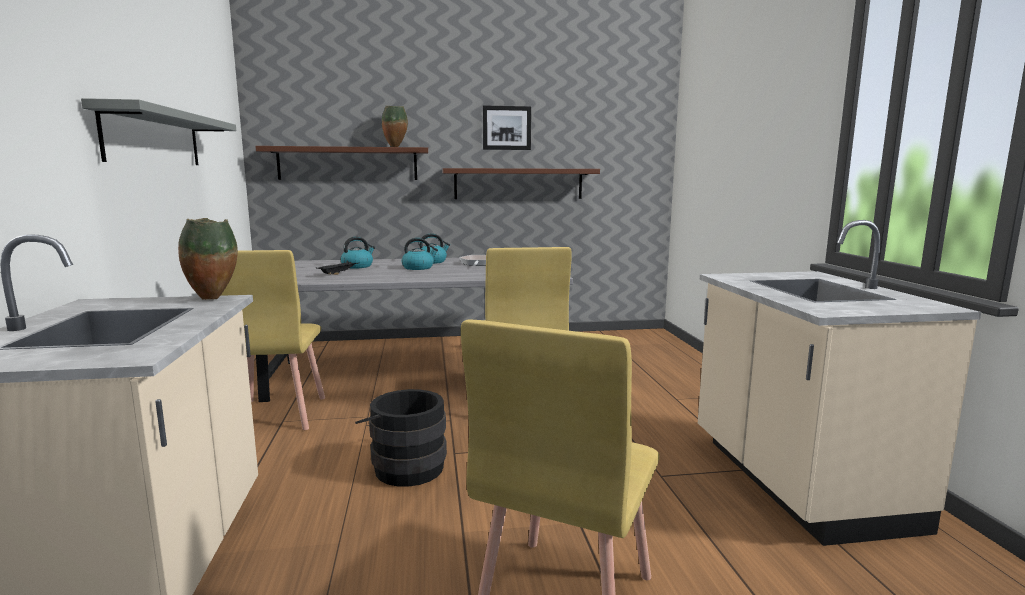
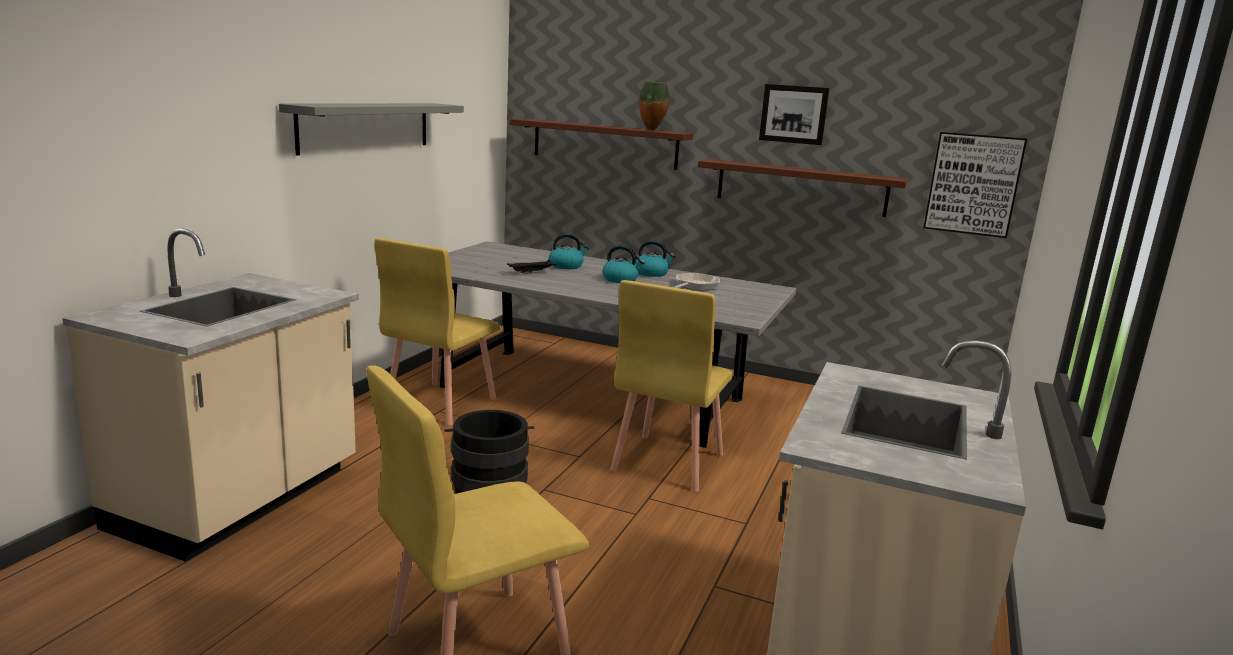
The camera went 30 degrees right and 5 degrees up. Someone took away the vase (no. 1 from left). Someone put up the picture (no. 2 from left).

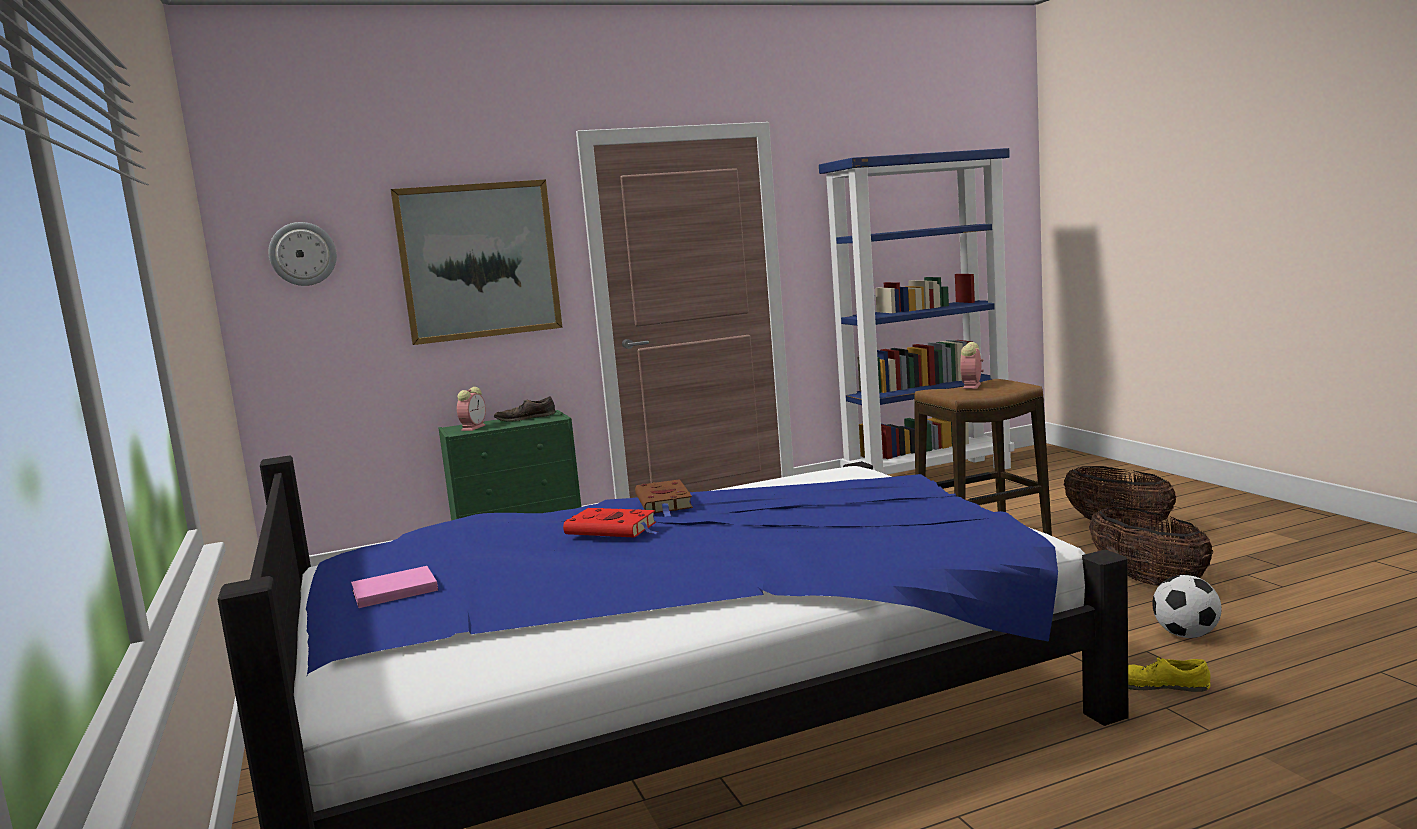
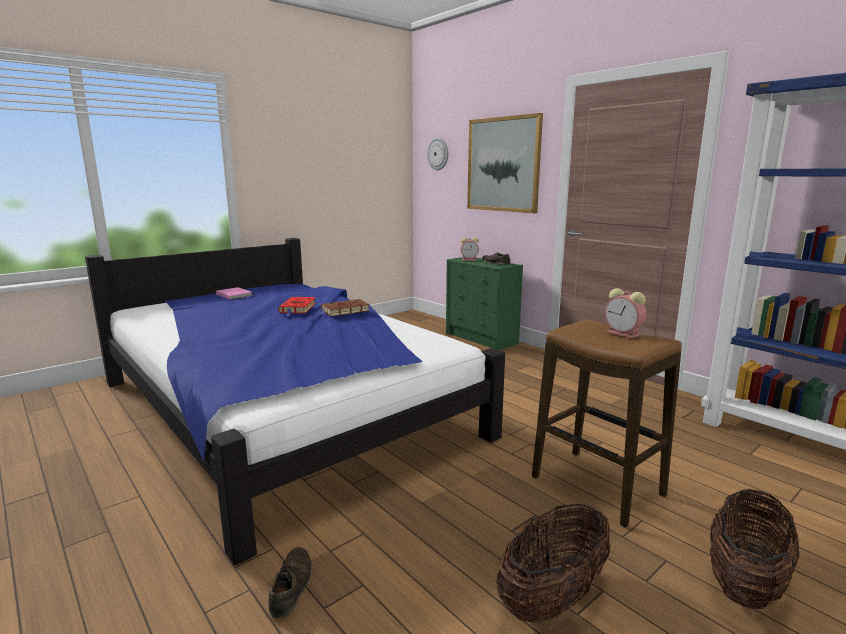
The camera went 70 degrees right and 5 degrees up. Someone rotated the alarm_clock (no. 2 from left) by 135 degrees counterclockwise. Someone took away the football. Someone repainted the yellow_shoe, which became the brown_shoe (no. 1 from left).

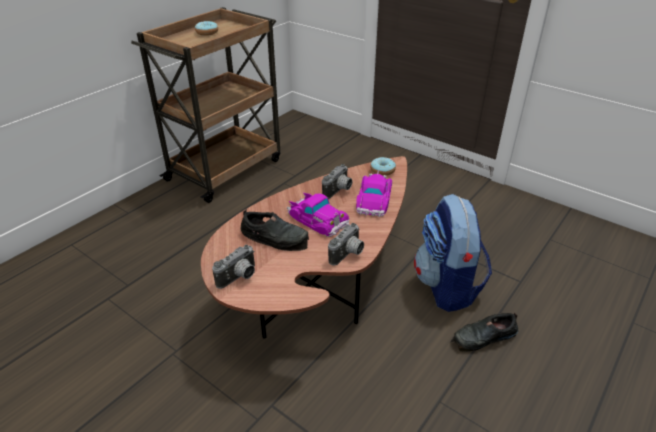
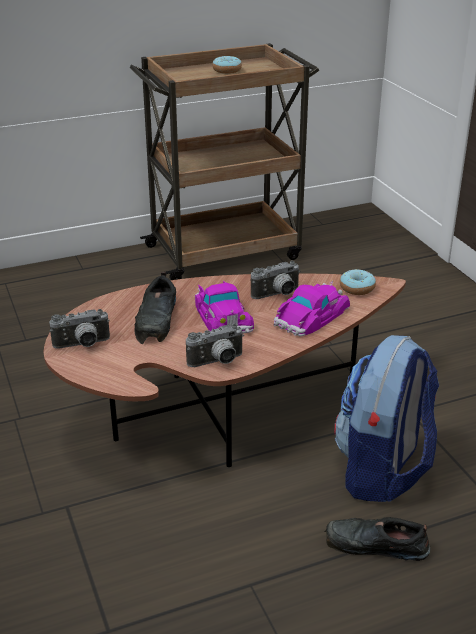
The camera went 30 degrees right and 5 degrees down. Someone rotated the black_shoe (no. 1 from left) by 45 degrees clockwise.

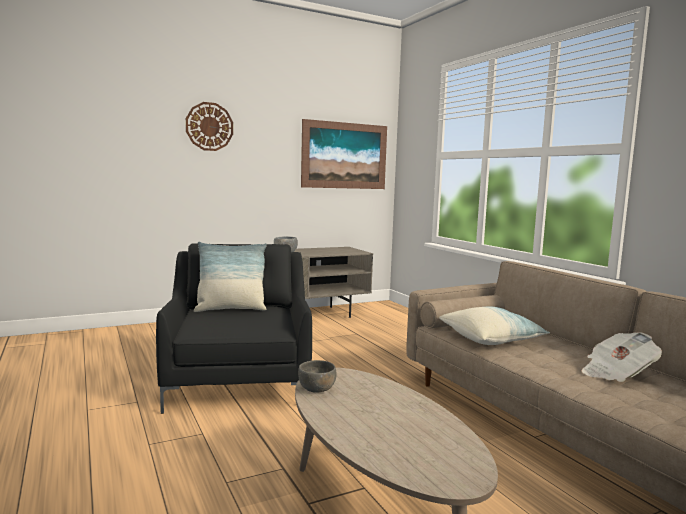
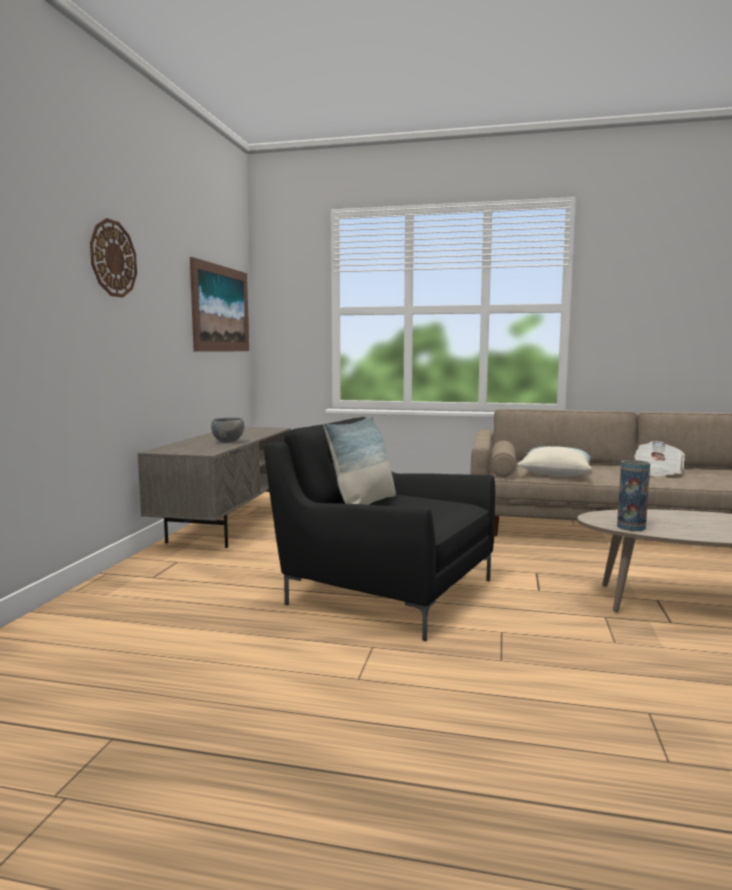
The camera went 50 degrees left and 0 degrees up. Someone swapped the grey_bowl (no. 2 from left) for the vase.

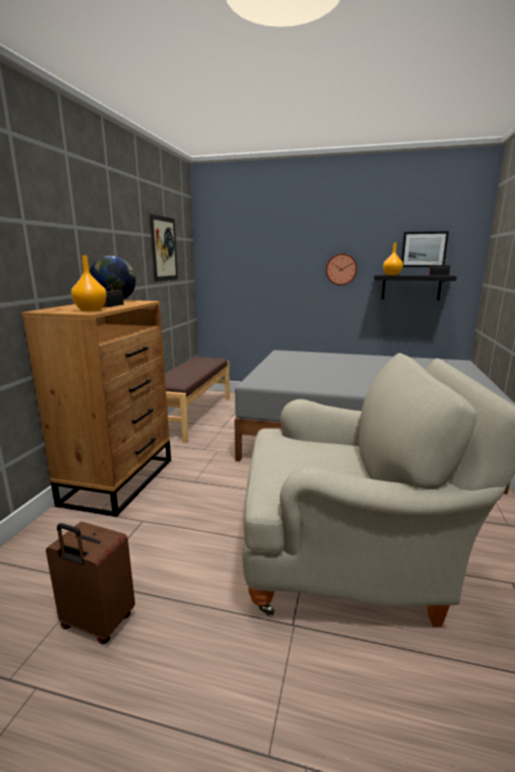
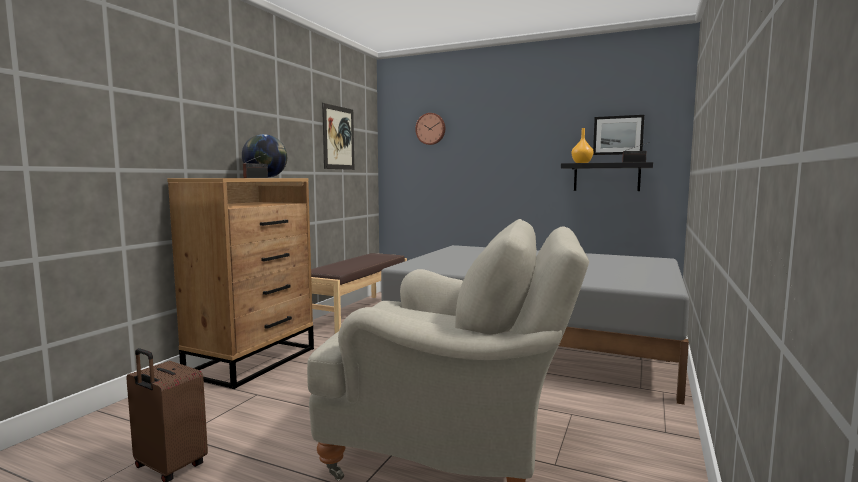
The camera went 10 degrees right and 10 degrees down. Someone carried the wall_clock. Someone took away the orange_vase (no. 1 from left).

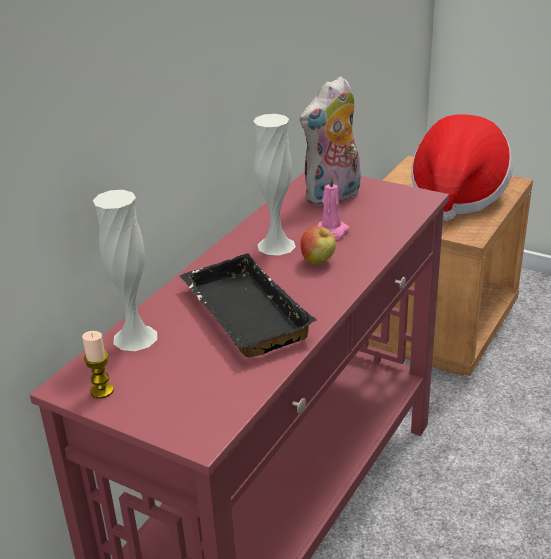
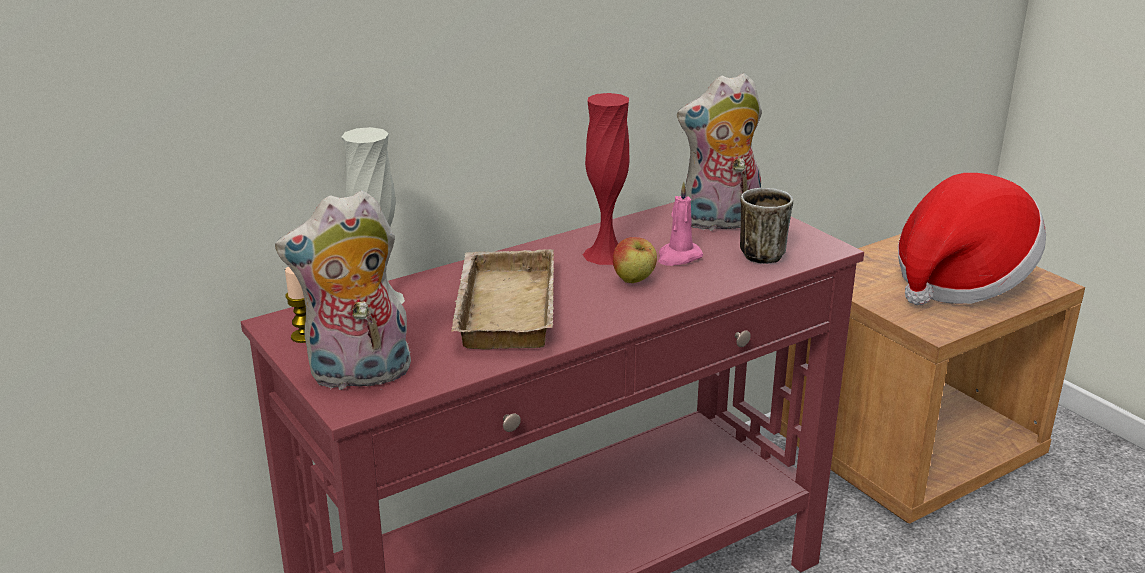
The camera went 25 degrees right and 5 degrees down. Someone repainted the white_vase (no. 2 from left), which became the red_vase. Someone repainted the black_tray, which became the beige_tray. Someone put down the mug. Someone put down the plush_toy (no. 1 from left).

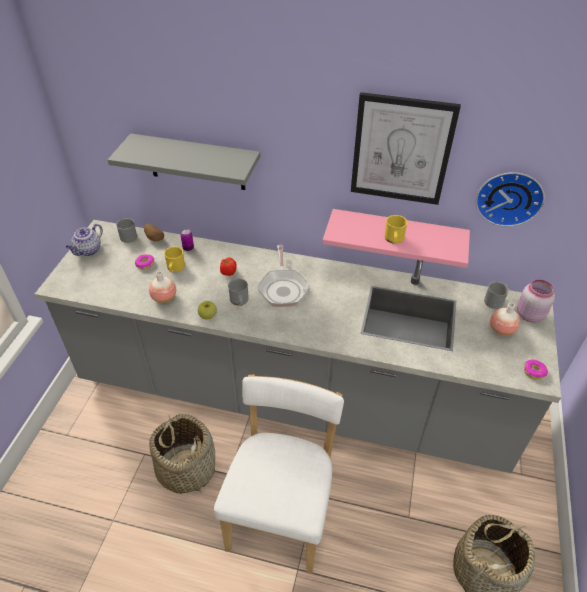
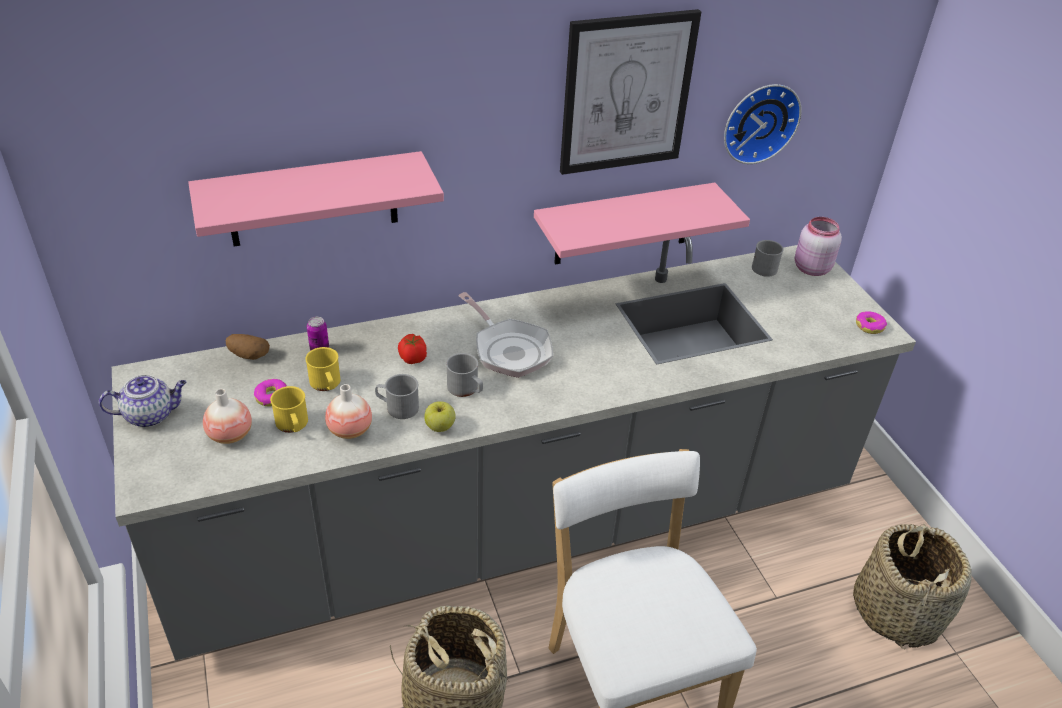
The camera went 35 degrees left and 5 degrees down. Someone repainted the grey_shelf, which became the pink_shelf (no. 1 from left). Someone carried the yellow_mug (no. 2 from left in the first image). Someone carried the grey_mug (no. 1 from left). Someone rotated the teapot by 105 degrees counterclockwise. Someone carried the vase (no. 2 from left in the first image).

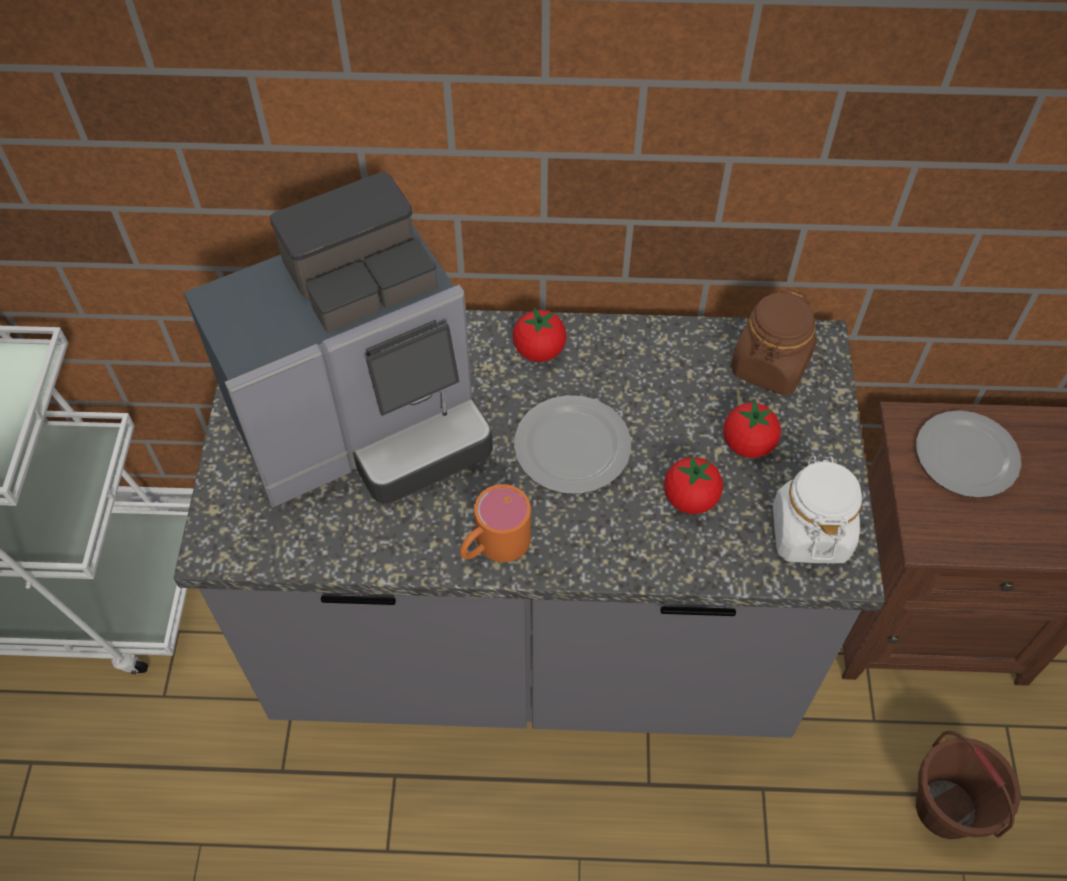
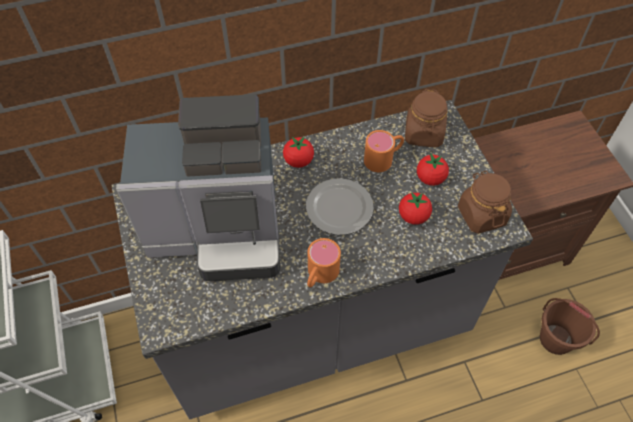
The camera went 20 degrees left and 0 degrees up. Someone rotated the coffee_machine by 45 degrees clockwise. Someone took away the plate (no. 2 from left). Someone repainted the white_jar, which became the brown_jar (no. 2 from left). Someone put down the orange_mug (no. 2 from left).

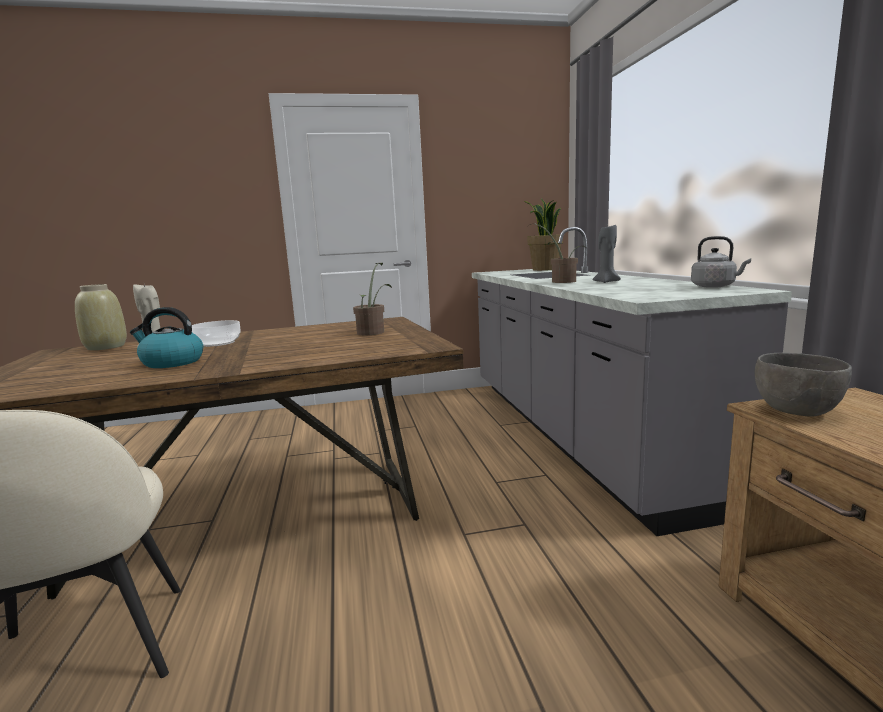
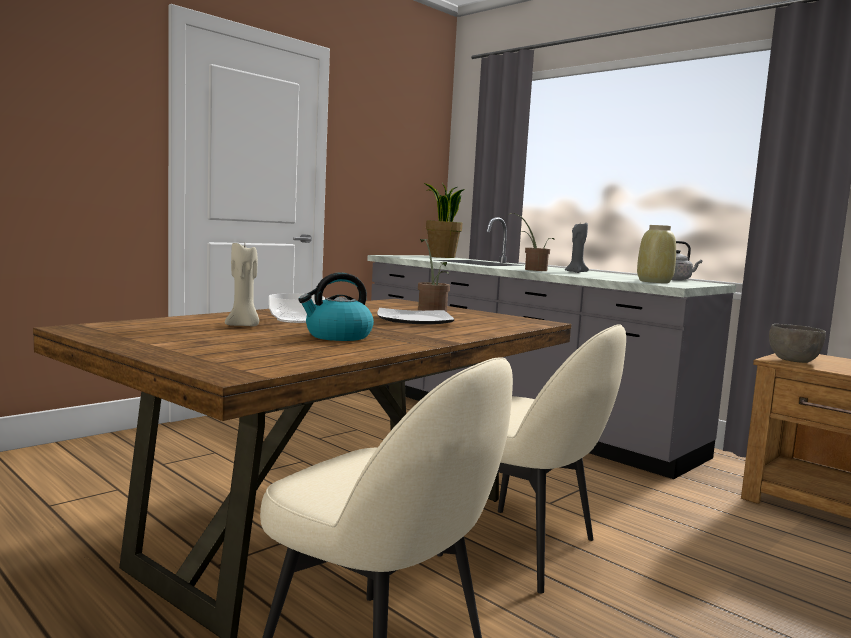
The camera went 35 degrees left and 5 degrees down. Someone carried the beige_vase. Someone put down the plate. Someone put down the beige_chair (no. 2 from left).

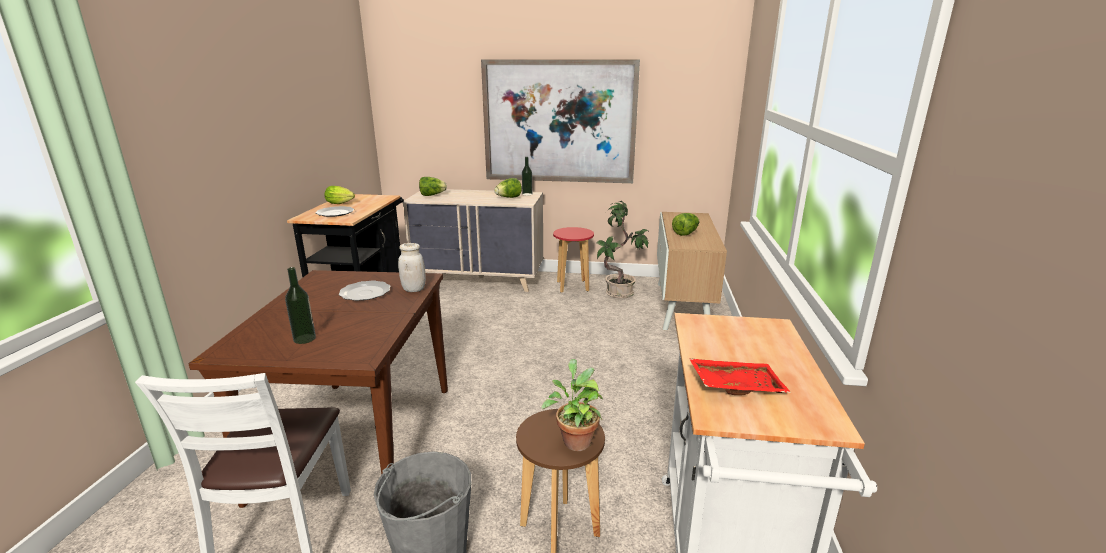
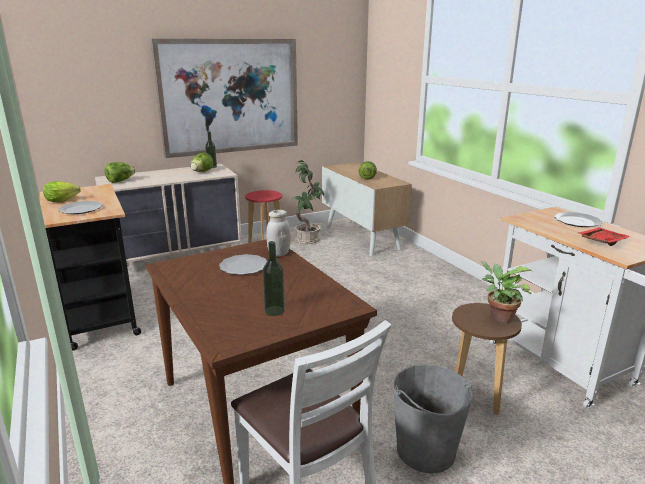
The camera went 35 degrees left and 0 degrees up. Someone put down the plate (no. 3 from left).

